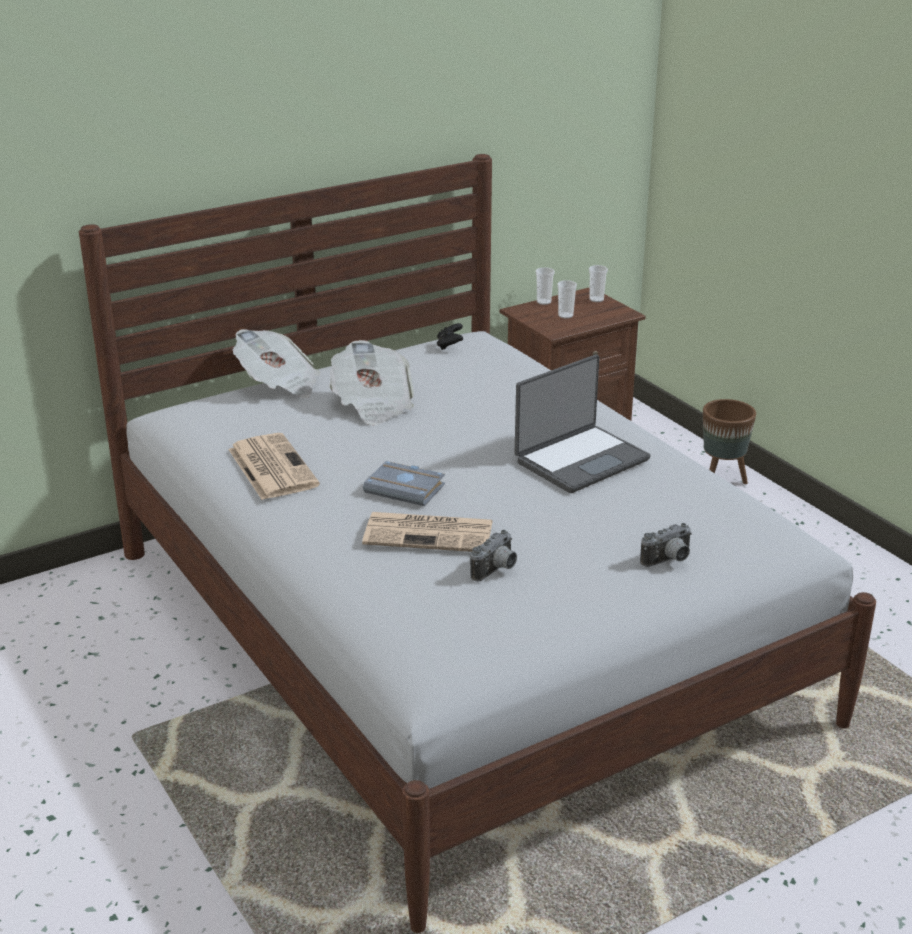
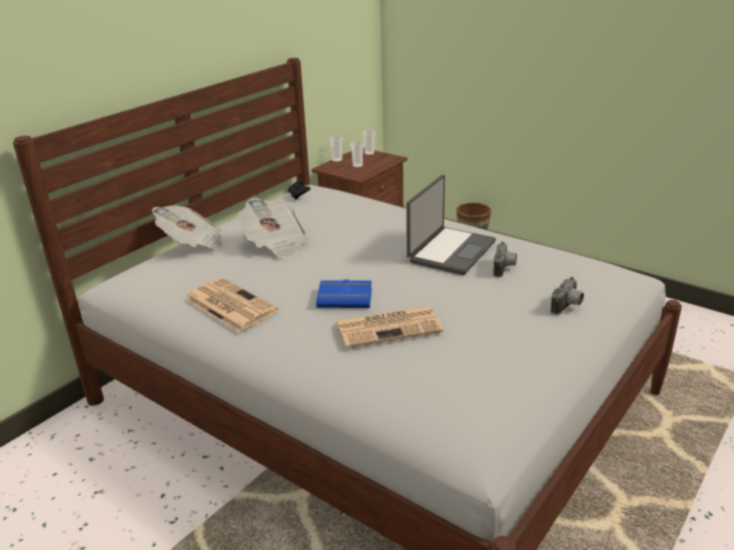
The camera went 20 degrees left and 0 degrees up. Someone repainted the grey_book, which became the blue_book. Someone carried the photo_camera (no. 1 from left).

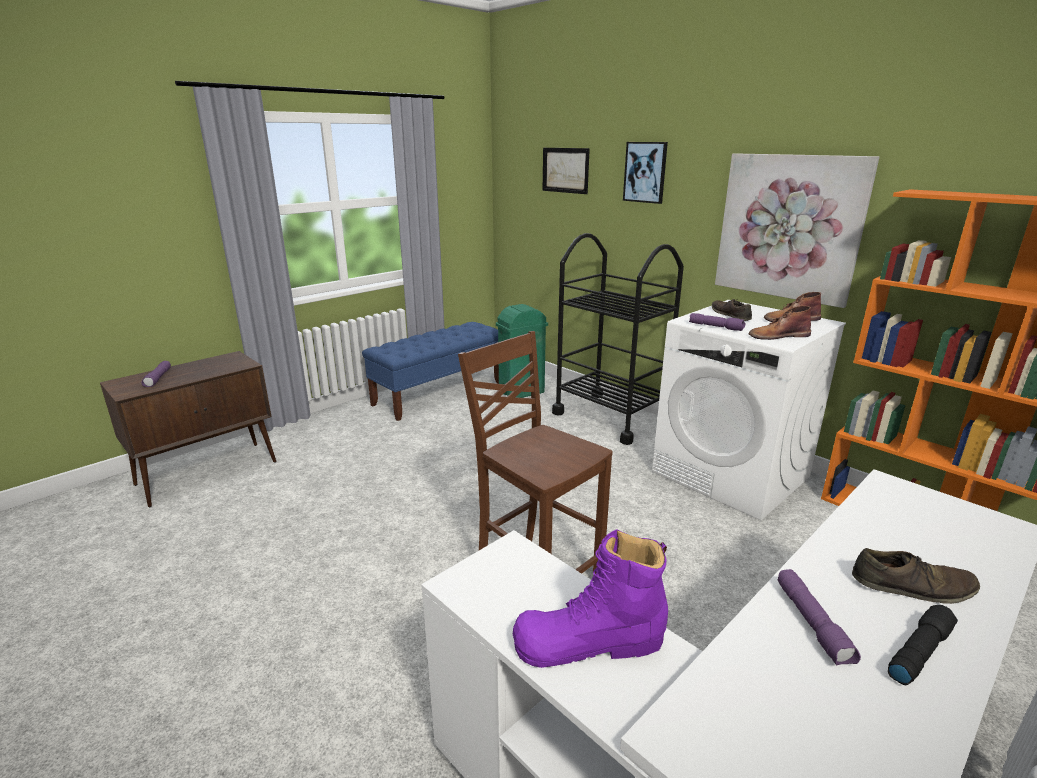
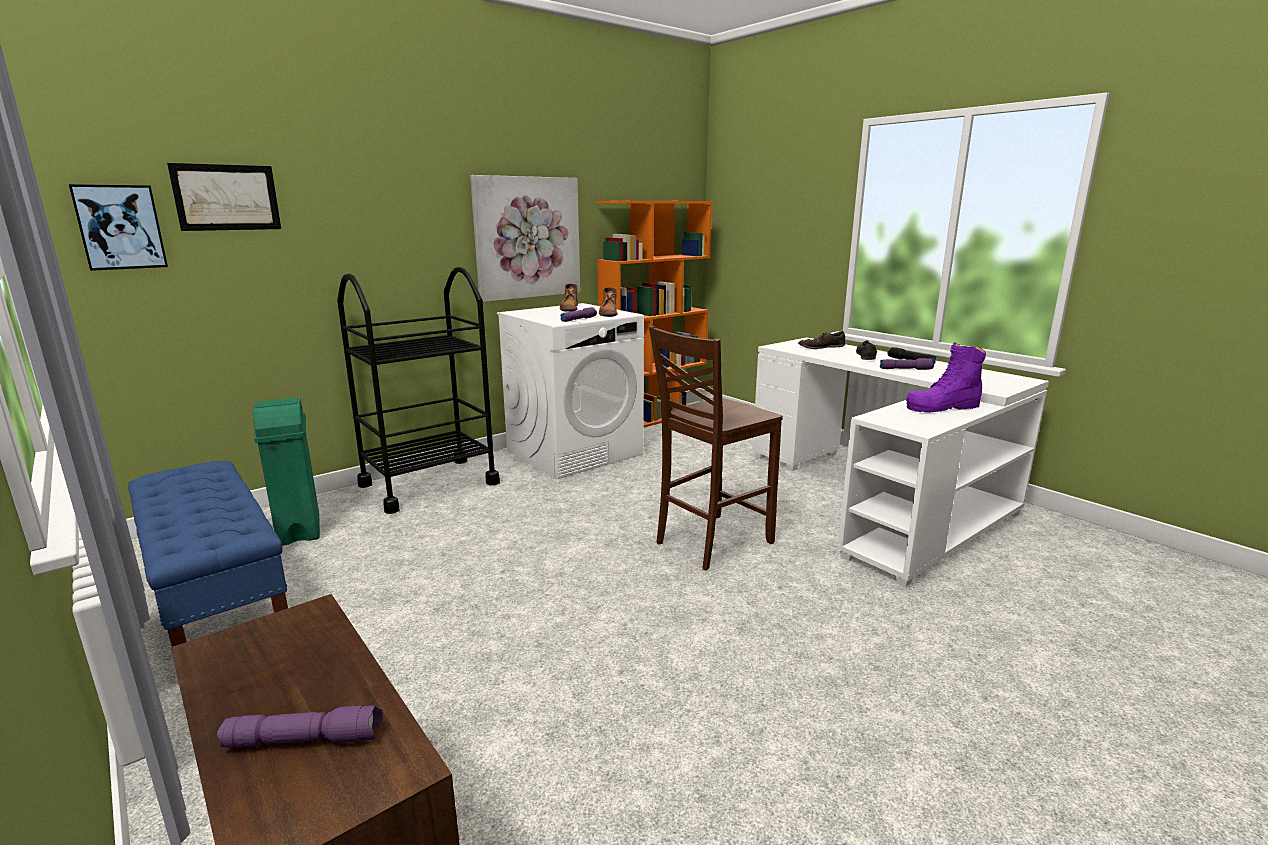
The camera went 85 degrees left and 5 degrees down. Someone carried the picture (no. 2 from left in the first image). Someone carried the brown_shoe (no. 1 from left). Someone rotated the purple_boot by 75 degrees clockwise.

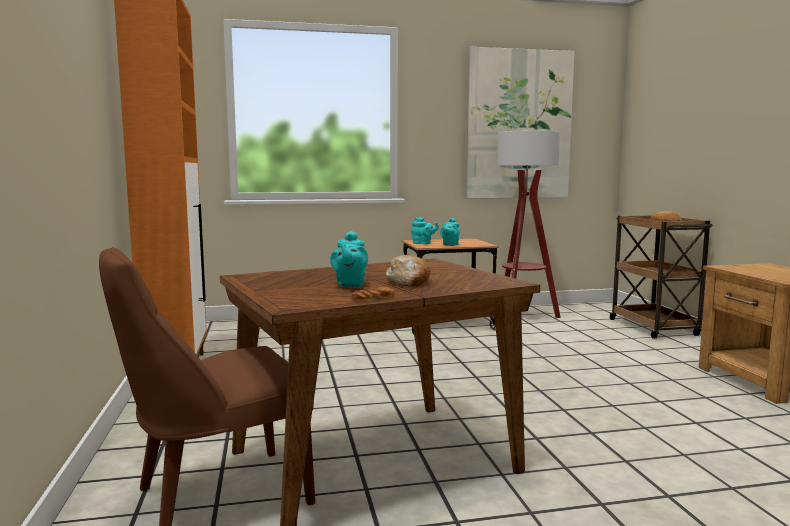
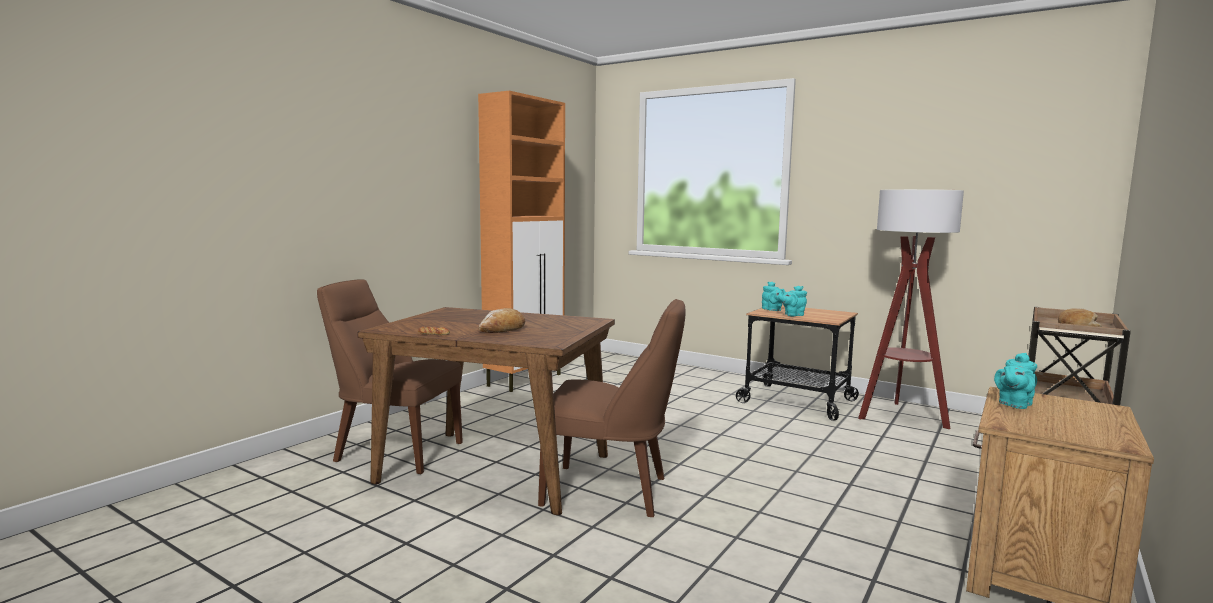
The camera went 45 degrees right and 0 degrees up. Someone took away the picture. Someone carried the turquoise_teapot (no. 1 from left in the first image). Someone put down the brown_chair (no. 2 from left).

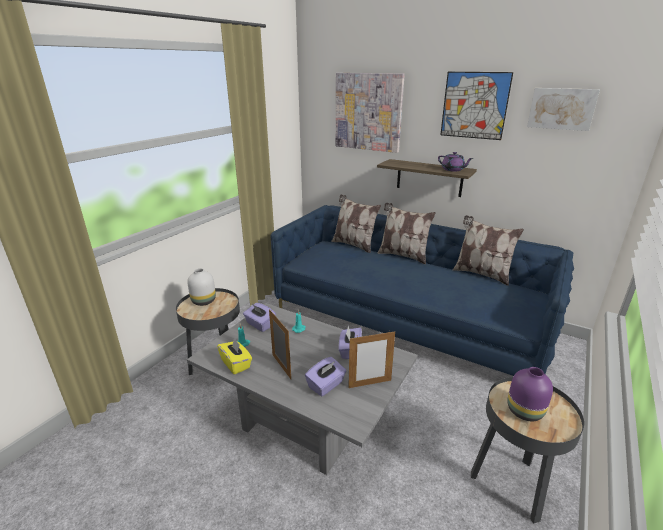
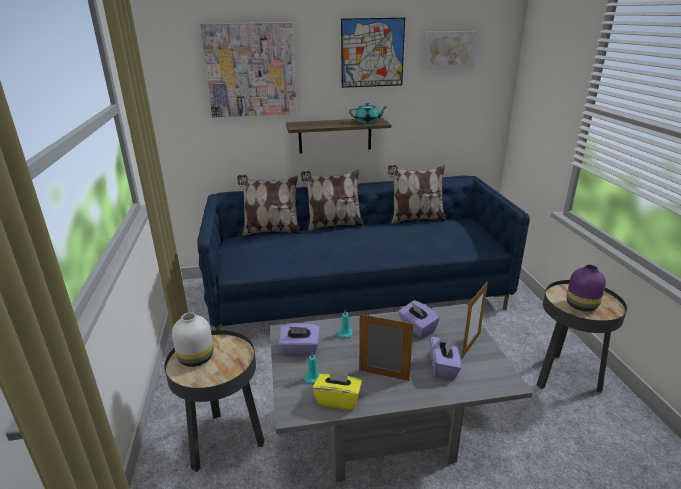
The camera went 40 degrees left and 0 degrees up. Someone repainted the purple_teapot, which became the turquoise_teapot.

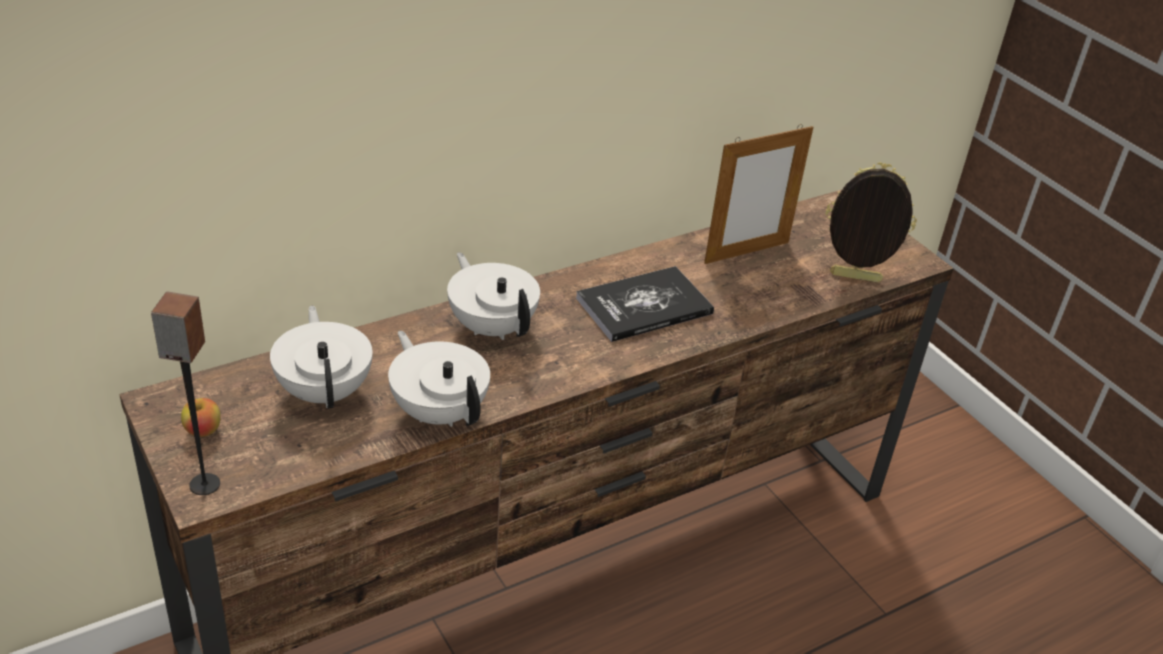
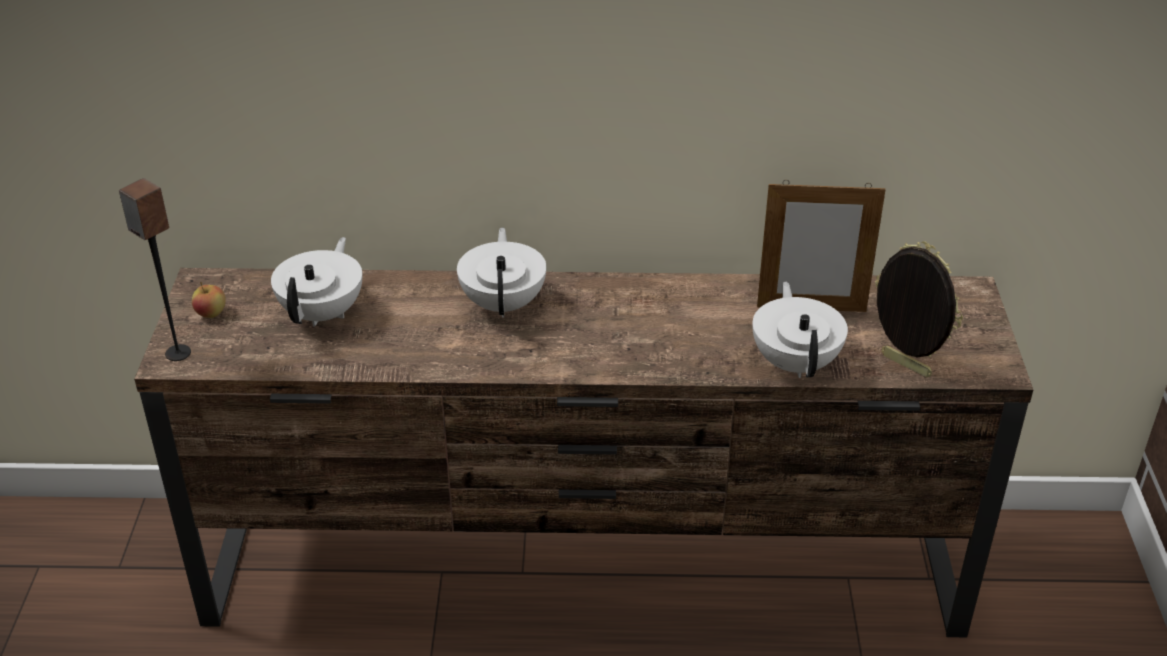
The camera went 35 degrees right and 0 degrees up. Someone took away the book. Someone carried the white_teapot (no. 2 from left in the first image).

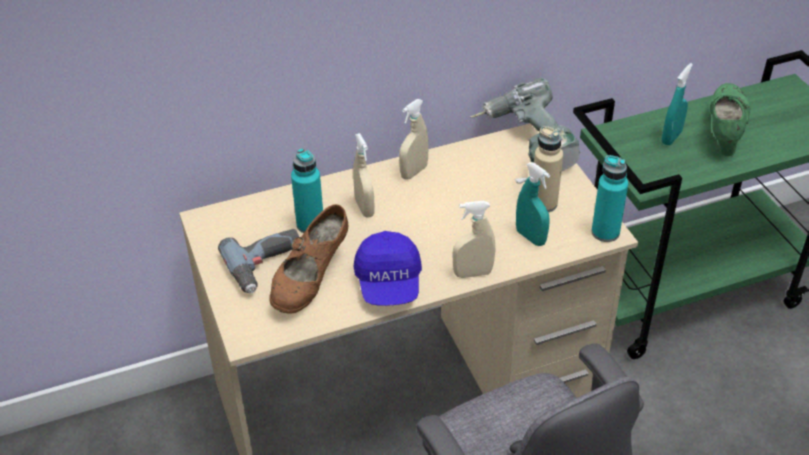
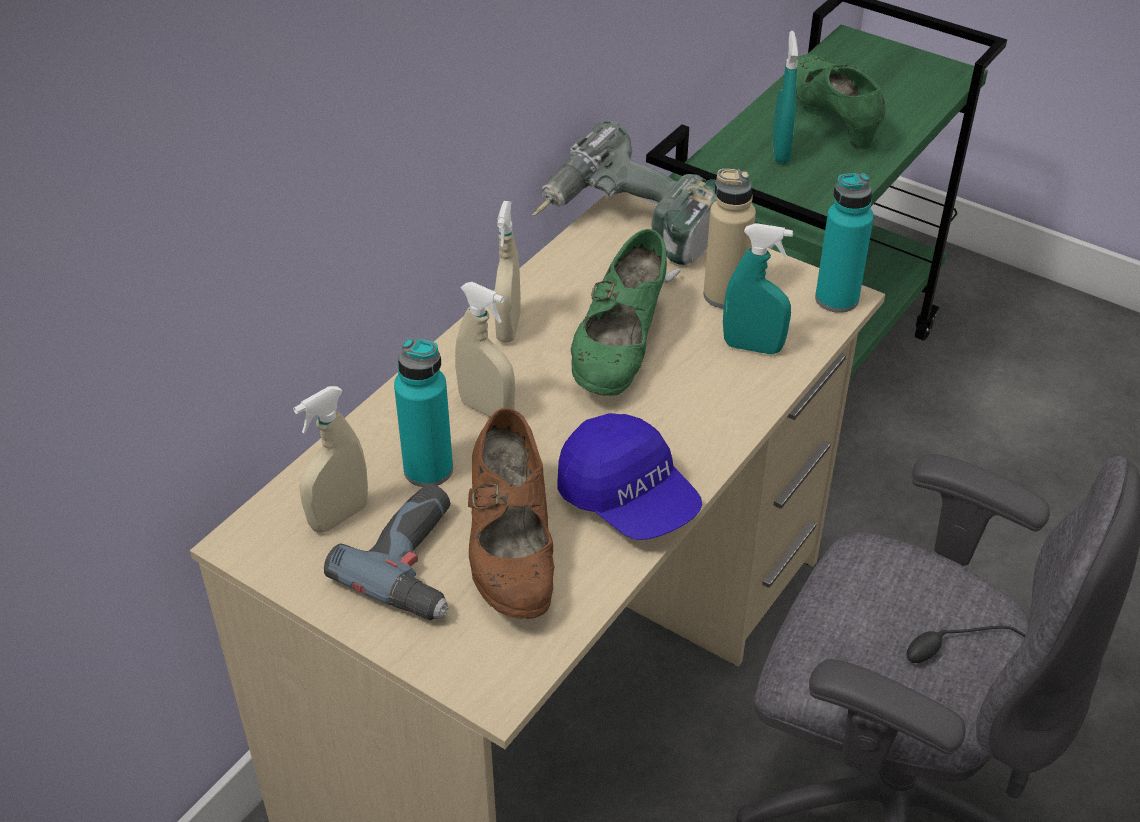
The camera went 35 degrees left and 0 degrees up. Someone carried the beige_spray_bottle (no. 3 from left in the first image). Someone put down the green_shoe (no. 1 from left).

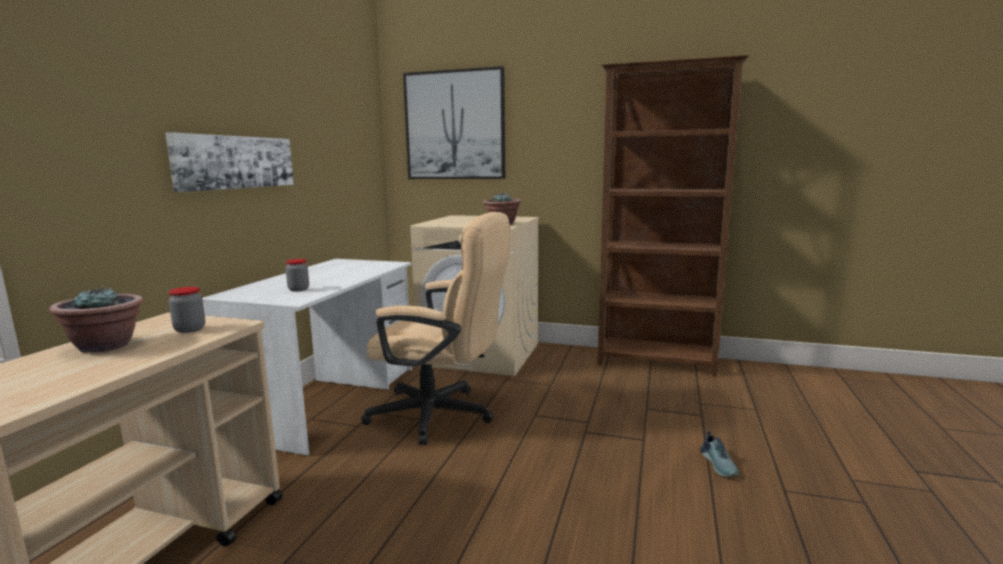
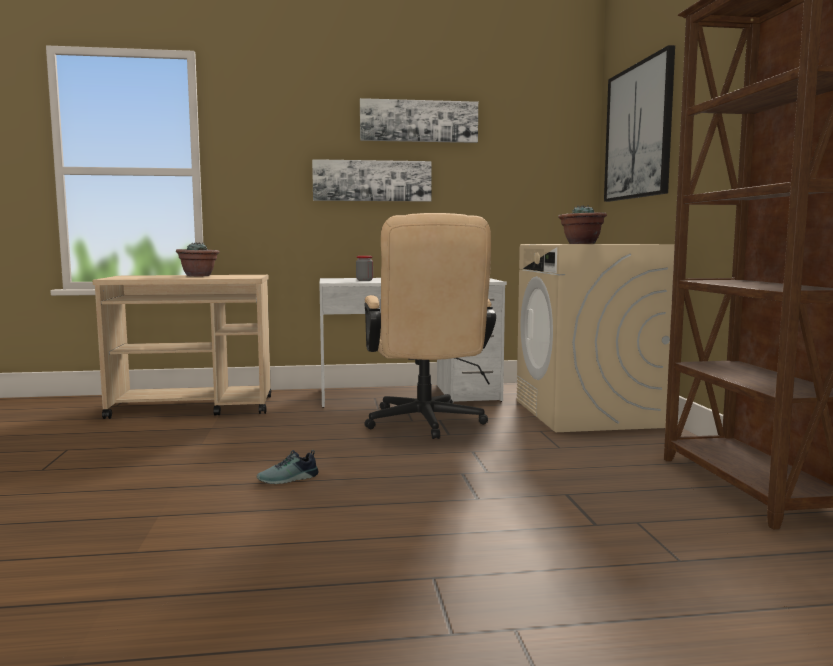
The camera went 65 degrees right and 5 degrees down. Someone took away the jar (no. 1 from left). Someone carried the shoe. Someone put up the picture (no. 2 from left).

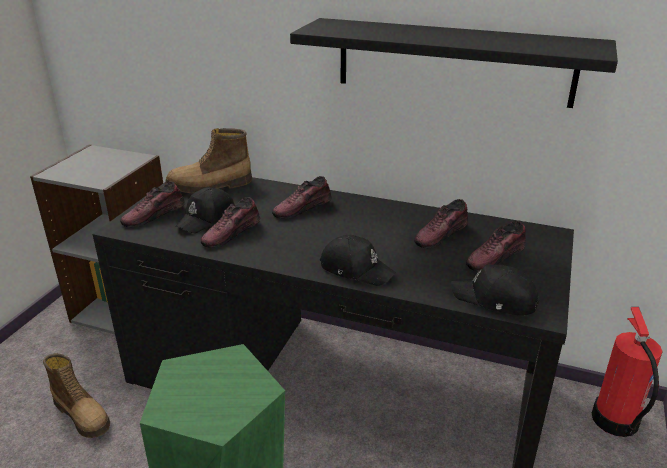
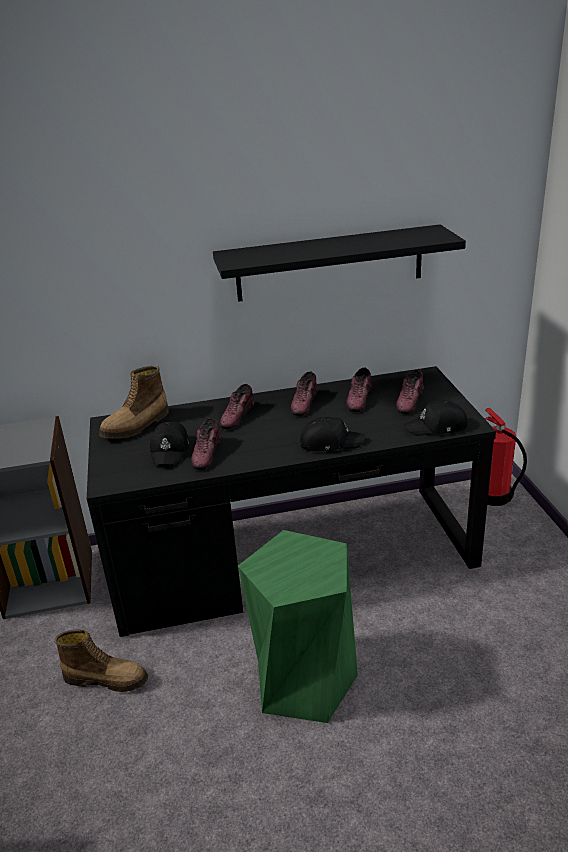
The camera went 30 degrees left and 0 degrees up. Someone carried the shoe (no. 1 from left in the first image).

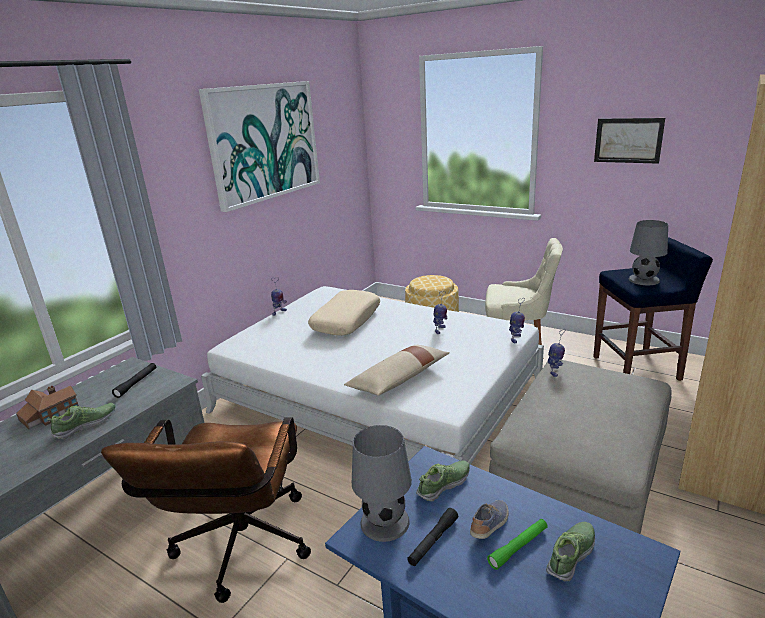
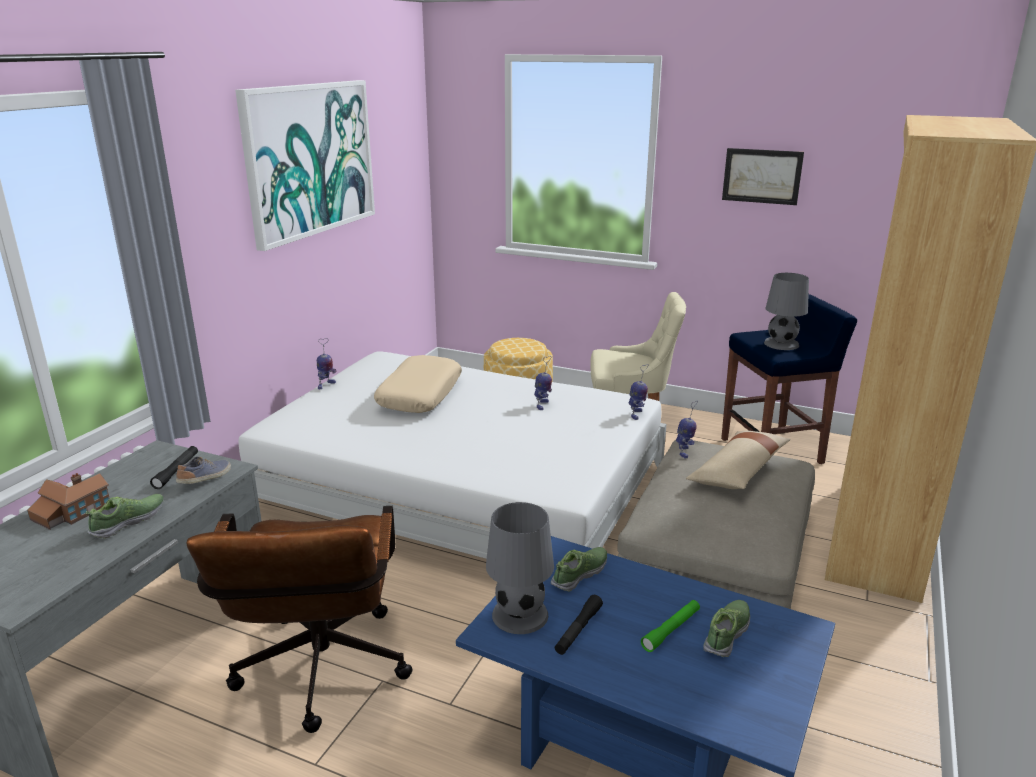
The camera went 10 degrees left and 0 degrees up. Someone carried the beige_pillow (no. 2 from left). Someone carried the shoe (no. 3 from left in the first image).

